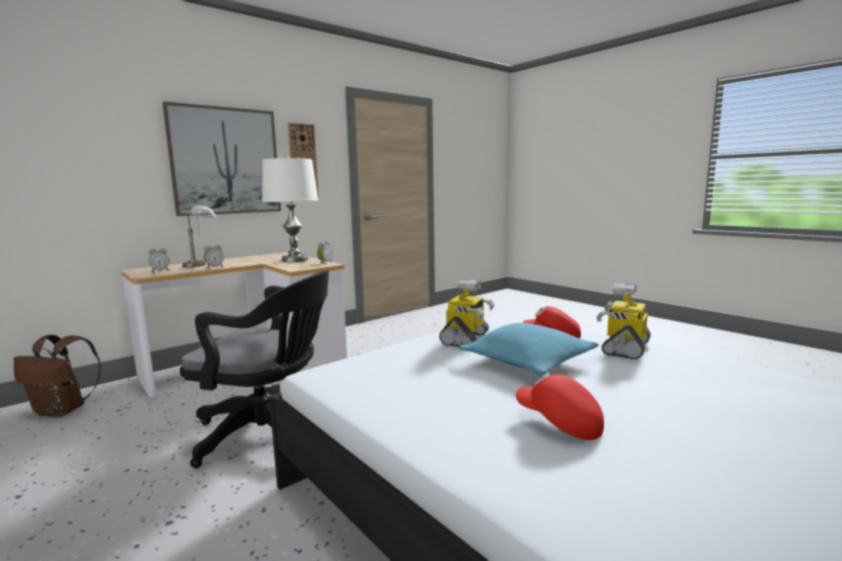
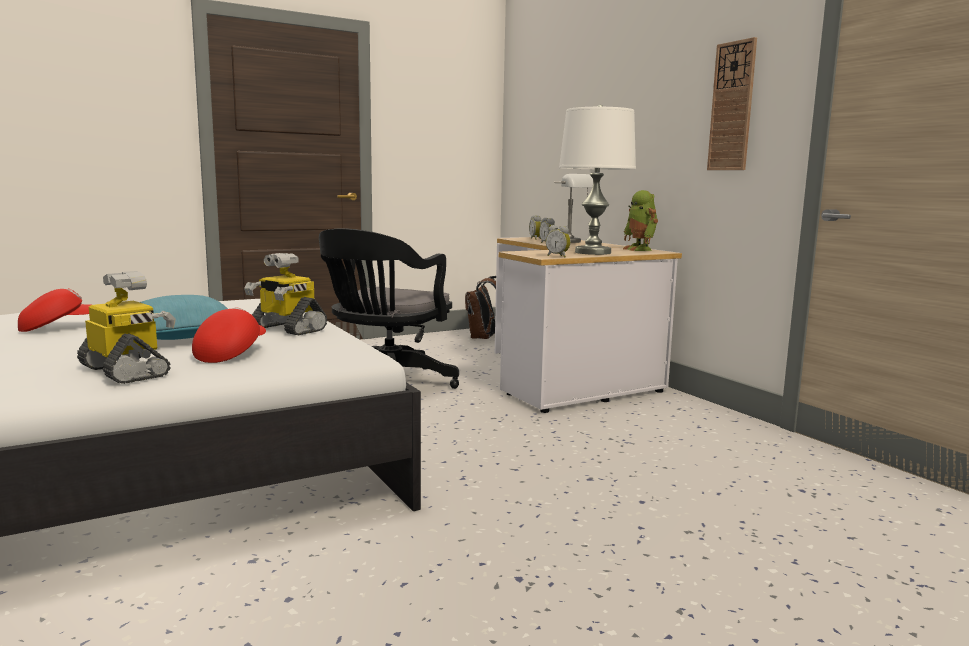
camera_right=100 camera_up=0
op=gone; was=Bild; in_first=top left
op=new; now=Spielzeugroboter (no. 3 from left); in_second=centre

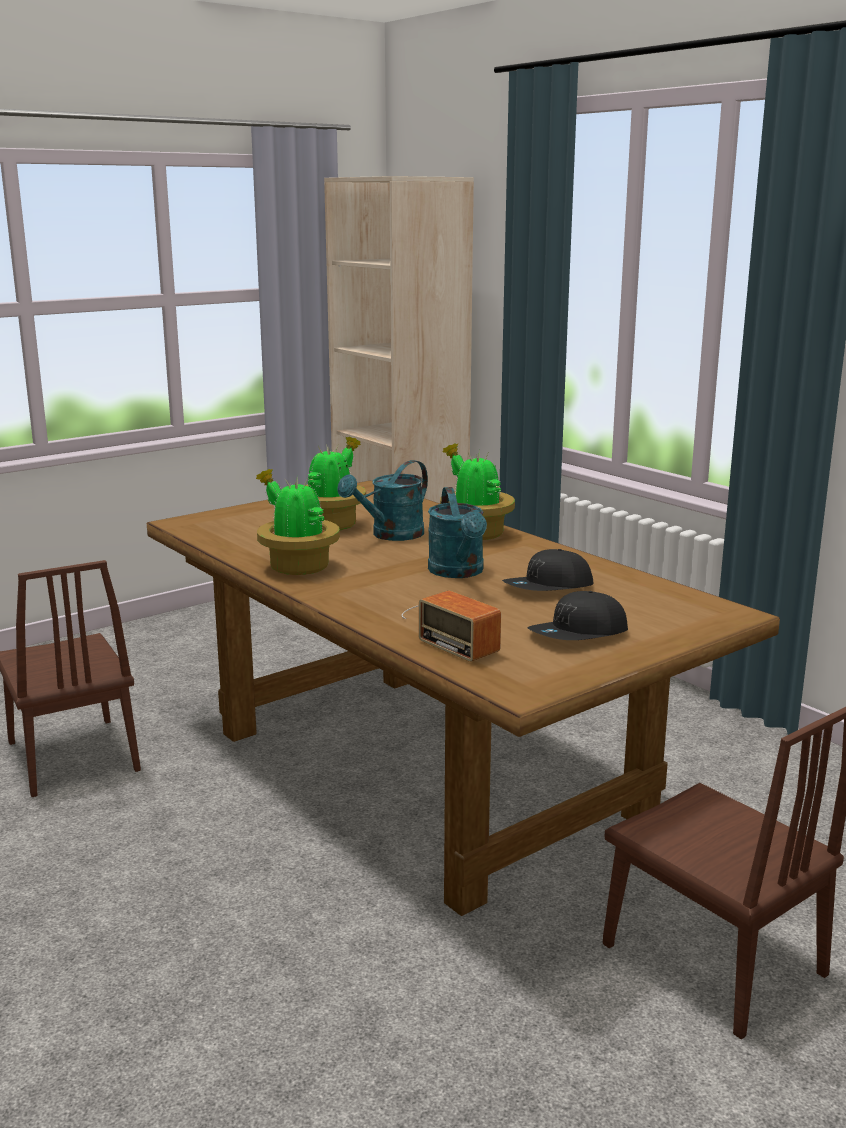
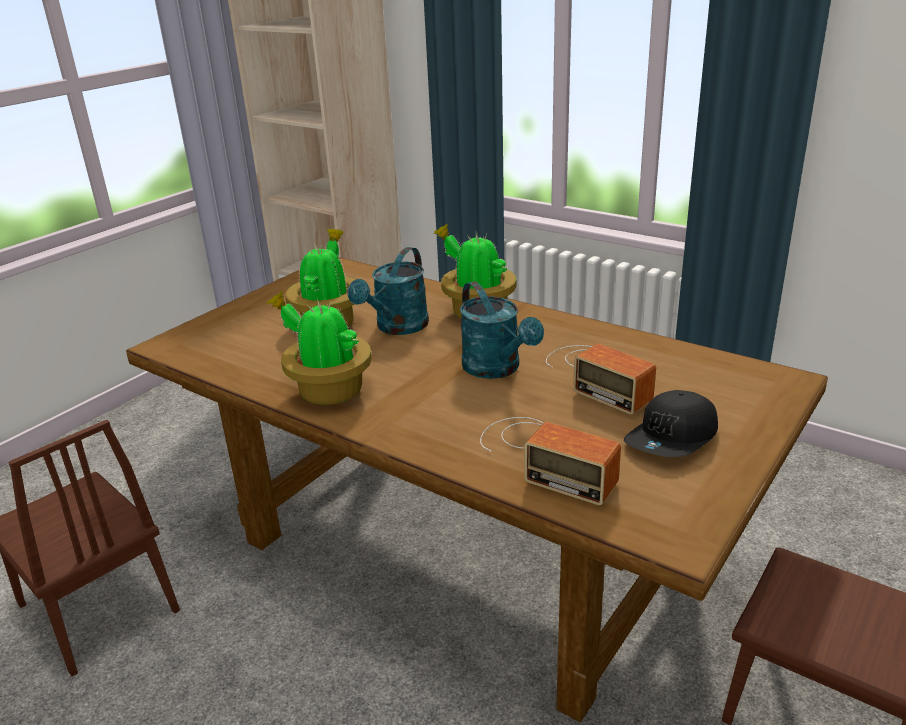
camera_right=-15 camera_up=10
op=swapped; was=Kappe [schwarz] (no. 1 from left); now=Radio (no. 2 from left); in_first=centre; in_second=centre

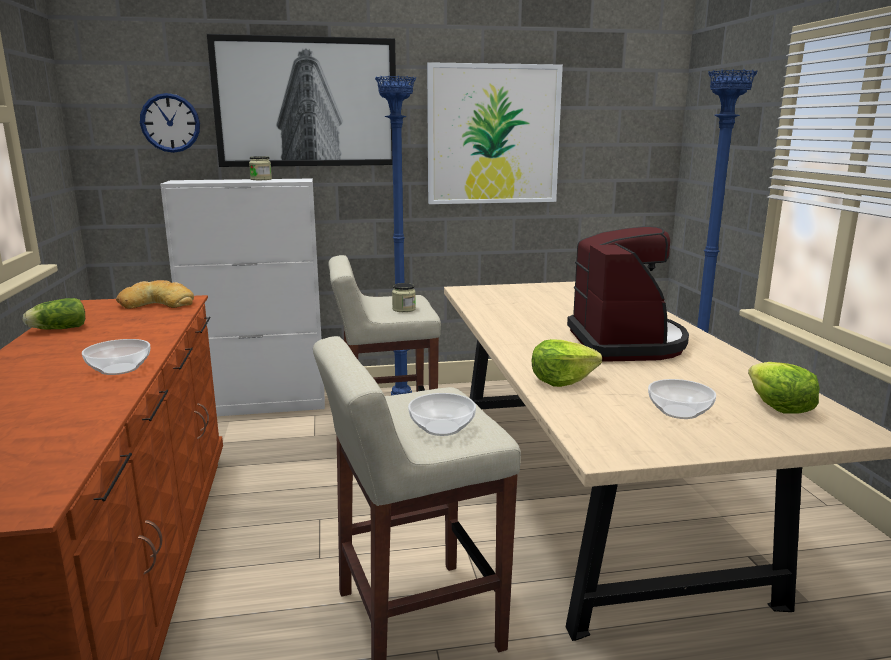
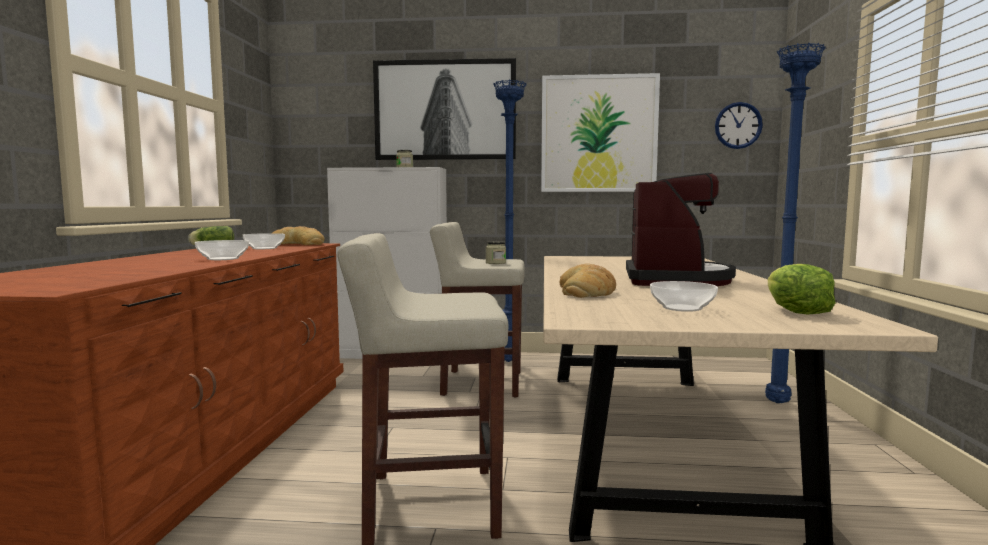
camera_right=15 camera_up=-10
op=shifted; was=Wanduhr; in_first=top left; in_second=top right
op=swapped; was=Salatkopf (no. 2 from left); now=Brot (no. 2 from left); in_first=centre; in_second=centre
op=shifted; was=Schüssel (no. 2 from left); in_first=centre; in_second=middle left

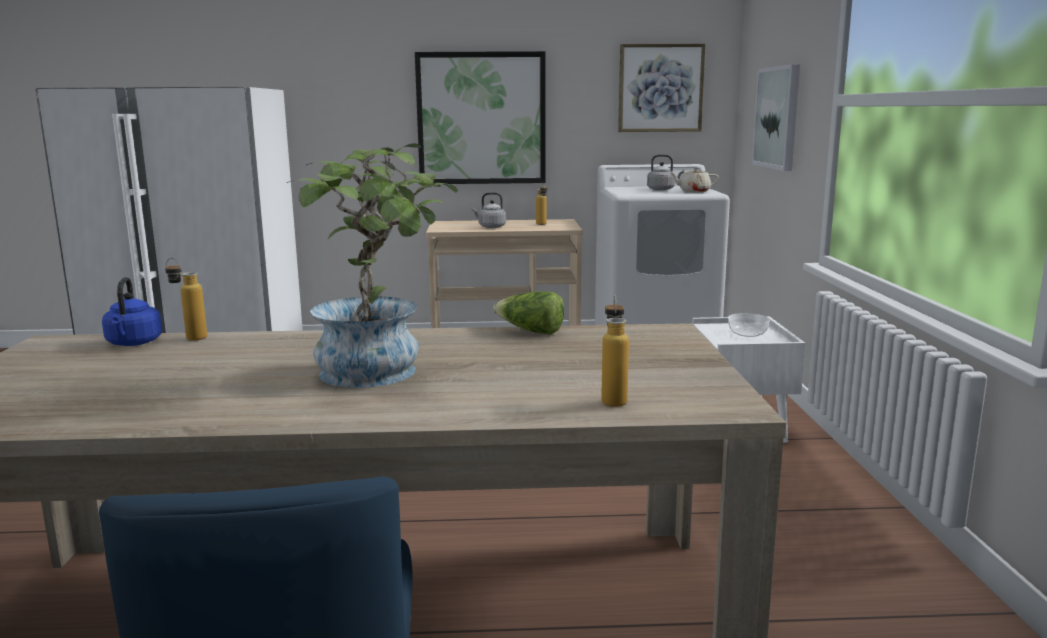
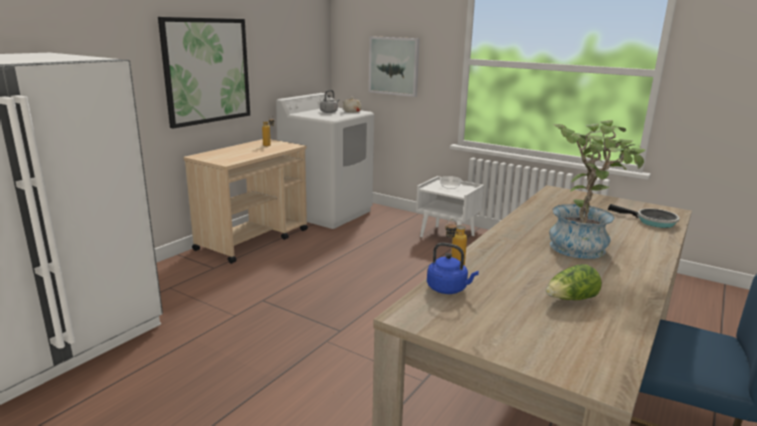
camera_right=-55 camera_up=5
op=gone; was=Bild (no. 2 from left); in_first=top centre
op=gone; was=Wasserkessel [grau] (no. 1 from left); in_first=top centre
op=shifted; was=Salatkopf; in_first=centre; in_second=middle right
op=swapped; was=Flasche (no. 3 from left); now=Pfanne; in_first=centre; in_second=middle right

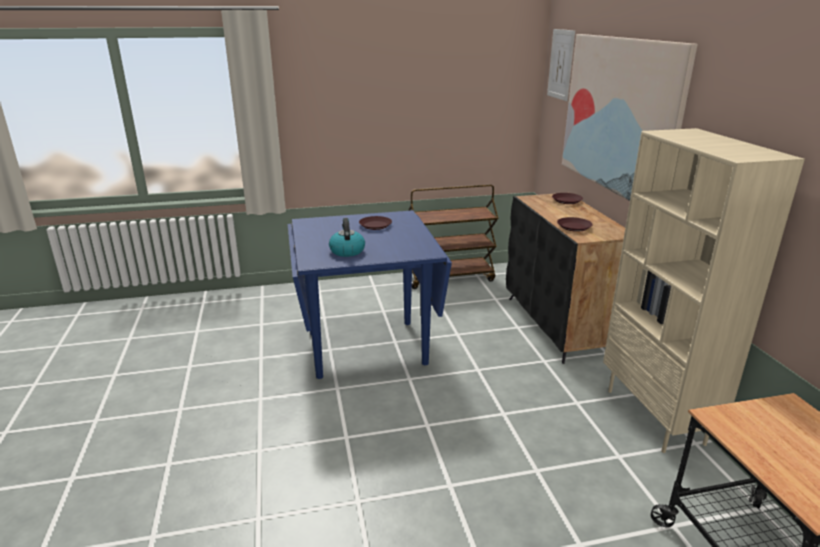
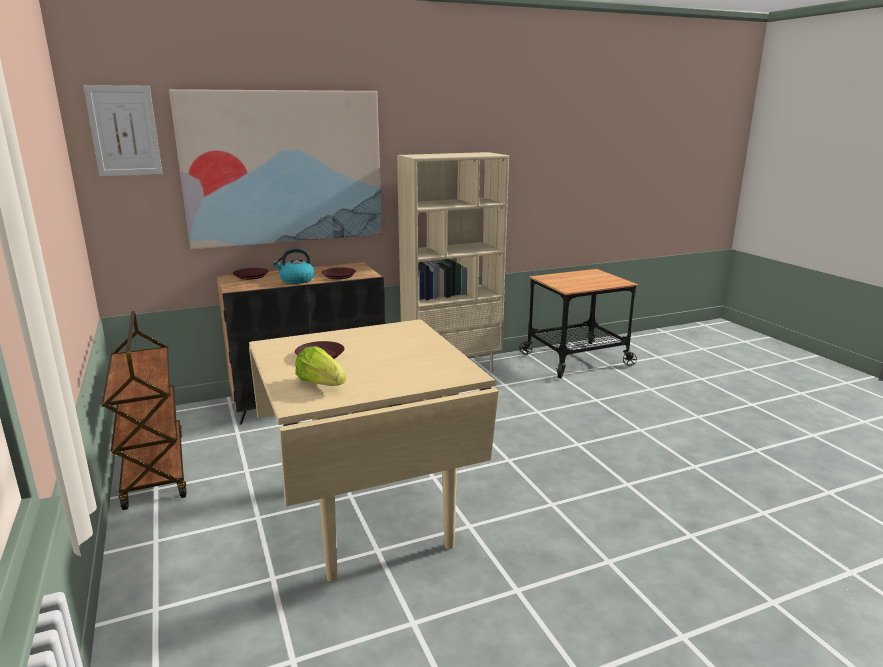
camera_right=-100 camera_up=-5
op=repainted; was=Esstisch [blau]; now=Esstisch [beige]; in_first=centre; in_second=bottom centre
op=shifted; was=Wasserkessel; in_first=centre; in_second=middle left
op=new; now=Salatkopf; in_second=centre

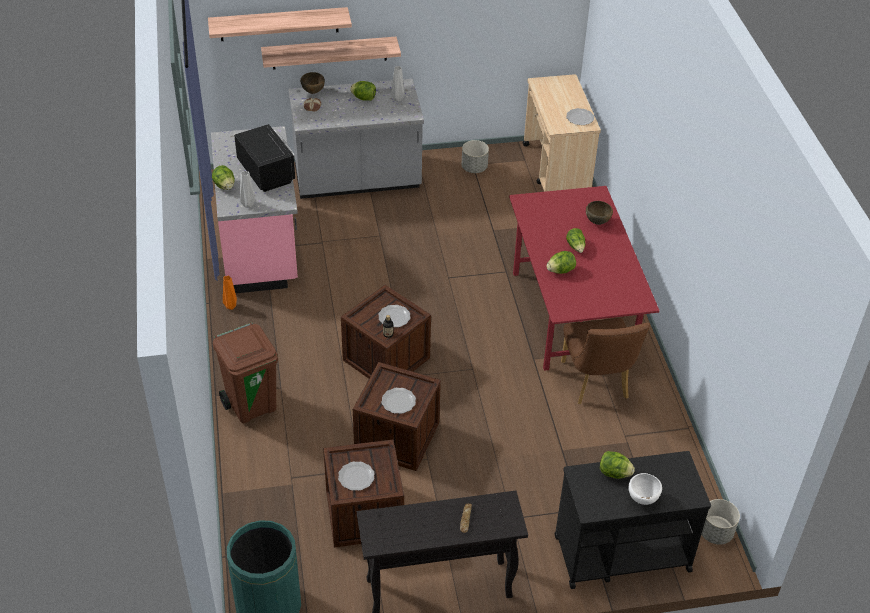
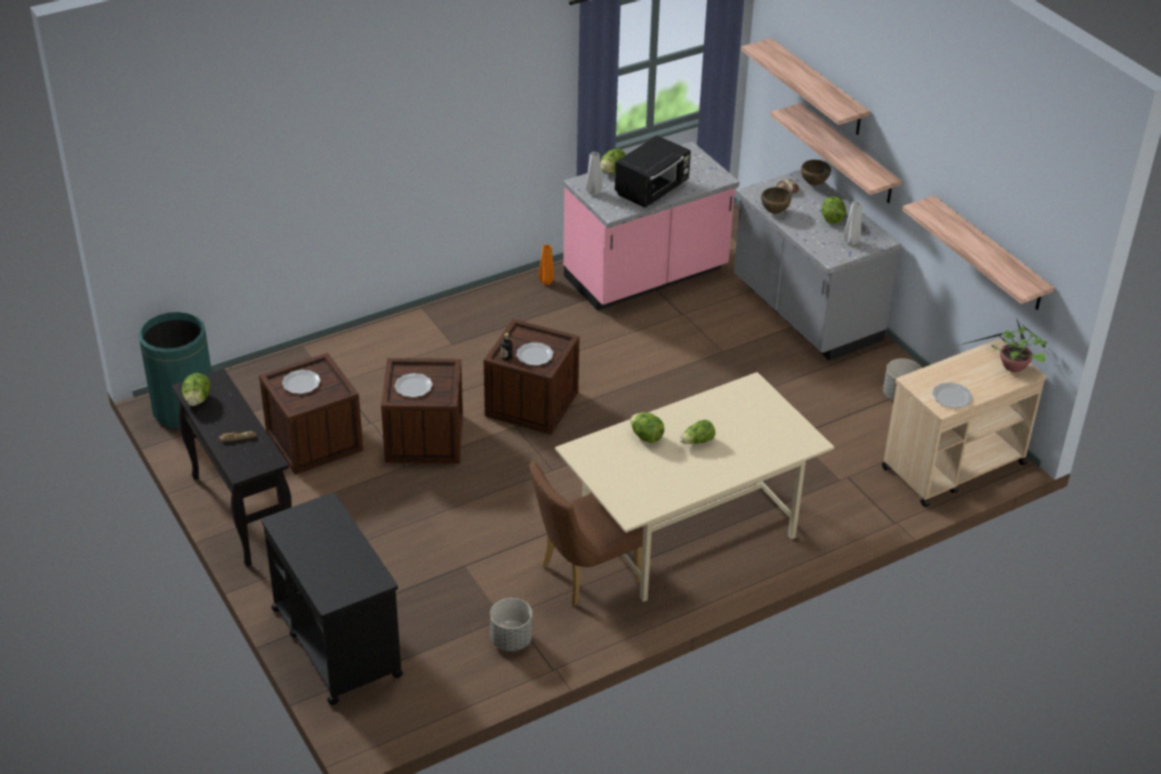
camera_right=70 camera_up=-5
op=repainted; was=Esstisch [rot]; now=Esstisch [beige]; in_first=middle right; in_second=centre
op=shifted; was=Schüssel [braun] (no. 2 from left in the first image); now=Schüssel [braun] (no. 1 from left); in_first=middle right; in_second=top right
op=gone; was=Mülleimer [braun]; in_first=middle left
op=shifted; was=Salatkopf (no. 5 from left in the first image); now=Salatkopf (no. 1 from left); in_first=bottom right; in_second=middle left
op=gone; was=Schüssel [weiß]; in_first=bottom right
op=shifted; was=Pflanzkübel [grau] (no. 2 from left in the first image); now=Pflanzkübel [grau] (no. 1 from left); in_first=bottom right; in_second=bottom centre
op=new; now=Wandregal (no. 3 from left); in_second=top right
op=new; now=Topfpflanze; in_second=middle right

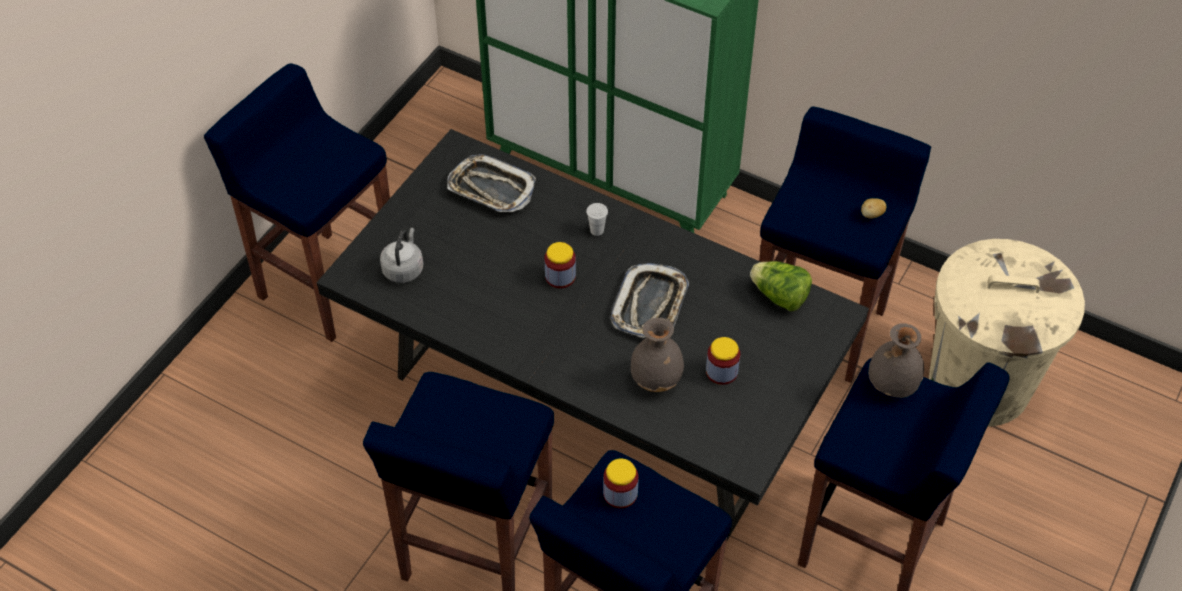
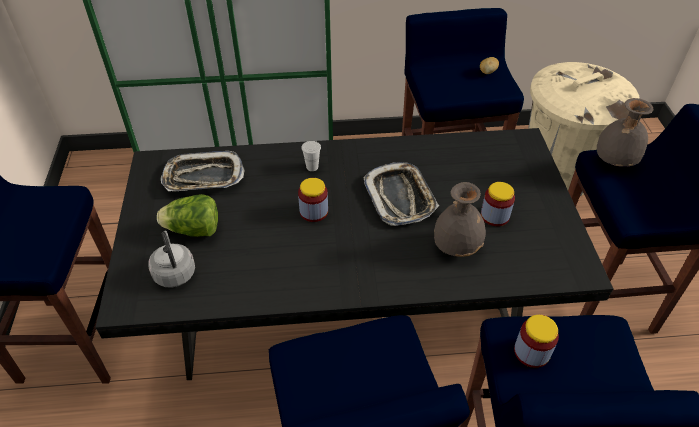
camera_right=-35 camera_up=-5
op=shifted; was=Salatkopf; in_first=centre; in_second=middle left

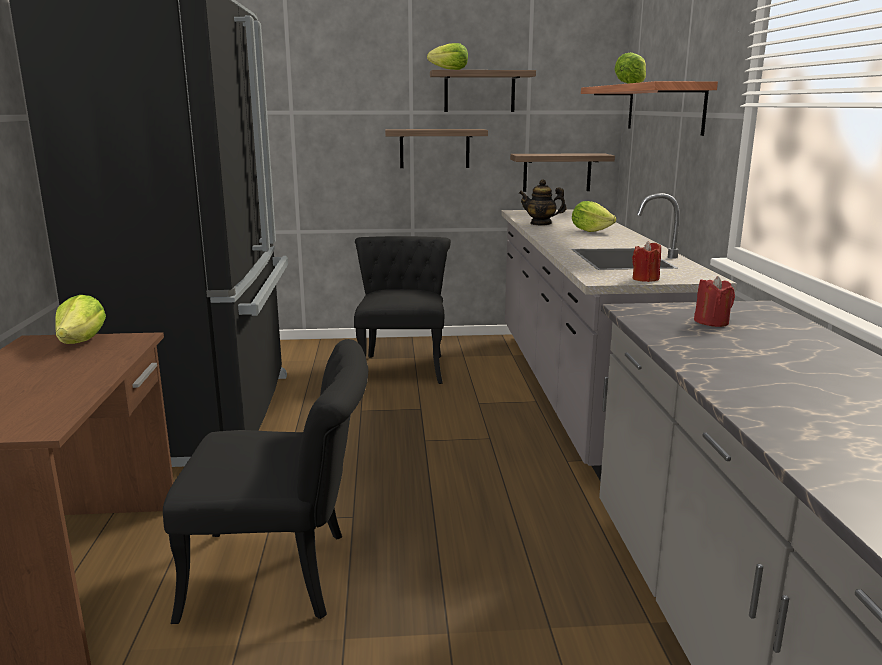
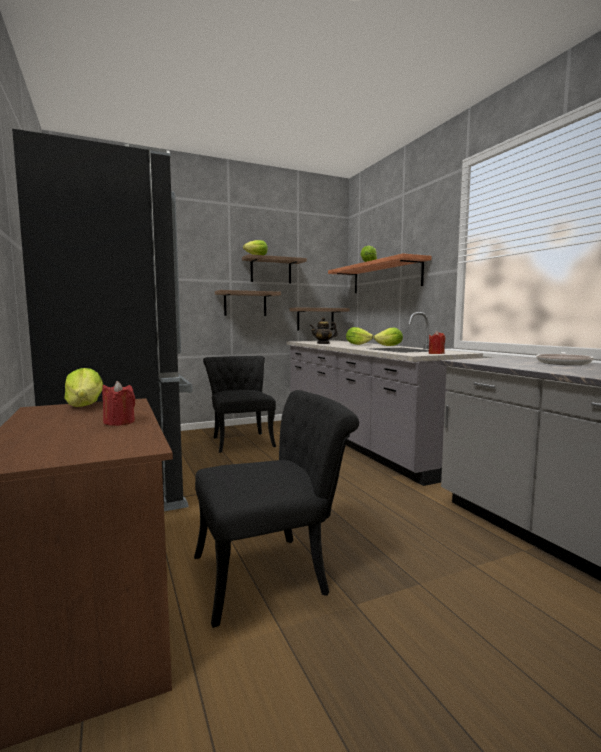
camera_right=-20 camera_up=-10
op=shifted; was=Kerze [rot] (no. 2 from left in the first image); now=Kerze [rot] (no. 1 from left); in_first=middle right; in_second=middle left
op=new; now=Salatkopf (no. 5 from left); in_second=centre
op=new; now=Pfanne; in_second=middle right

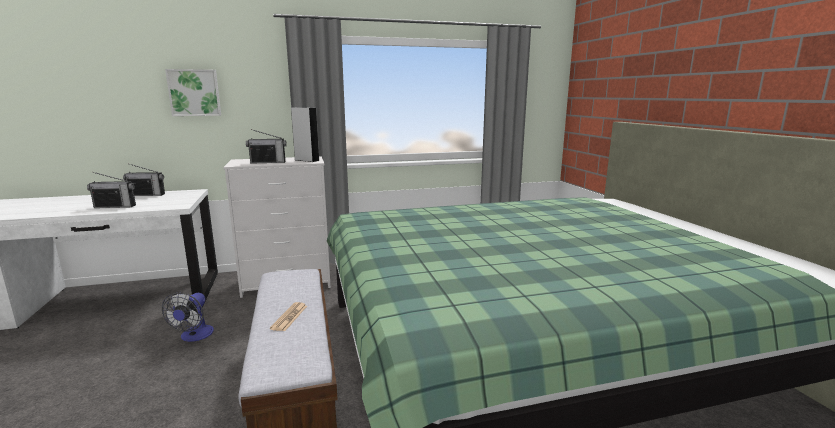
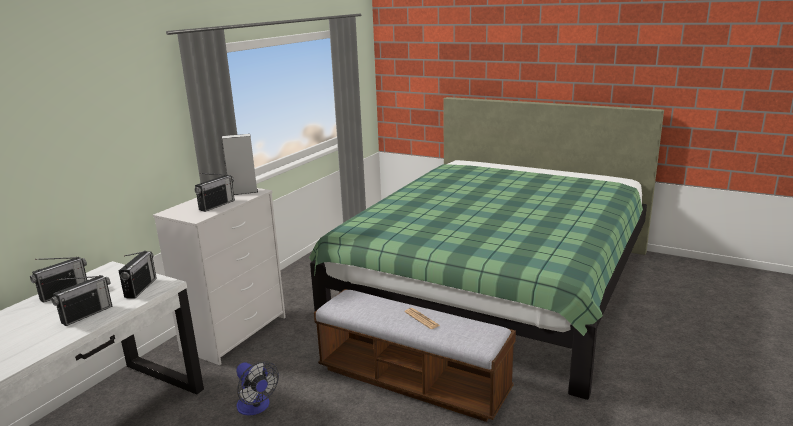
camera_right=-45 camera_up=5
op=gone; was=Bild; in_first=top left
op=new; now=Radio (no. 3 from left); in_second=middle left

